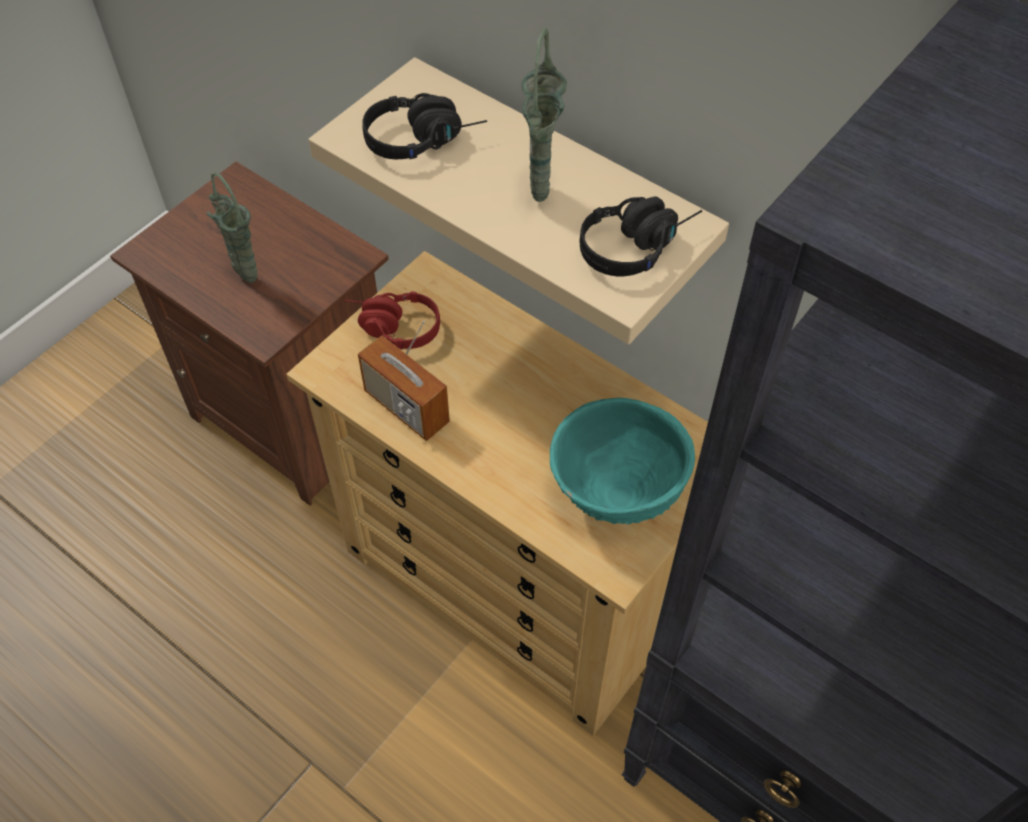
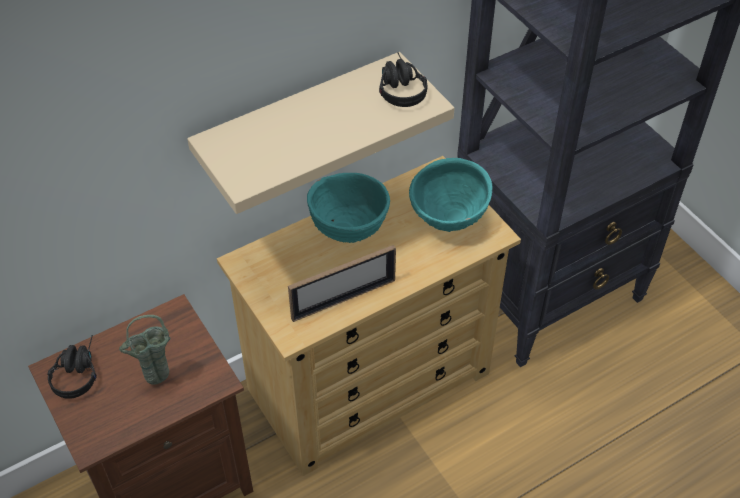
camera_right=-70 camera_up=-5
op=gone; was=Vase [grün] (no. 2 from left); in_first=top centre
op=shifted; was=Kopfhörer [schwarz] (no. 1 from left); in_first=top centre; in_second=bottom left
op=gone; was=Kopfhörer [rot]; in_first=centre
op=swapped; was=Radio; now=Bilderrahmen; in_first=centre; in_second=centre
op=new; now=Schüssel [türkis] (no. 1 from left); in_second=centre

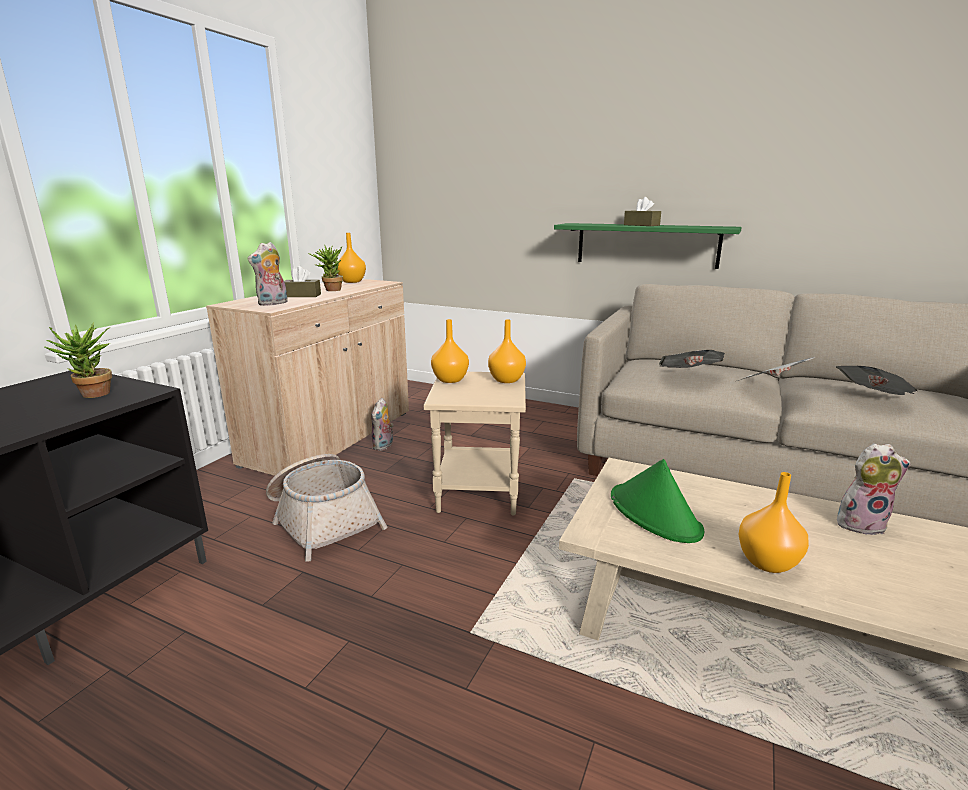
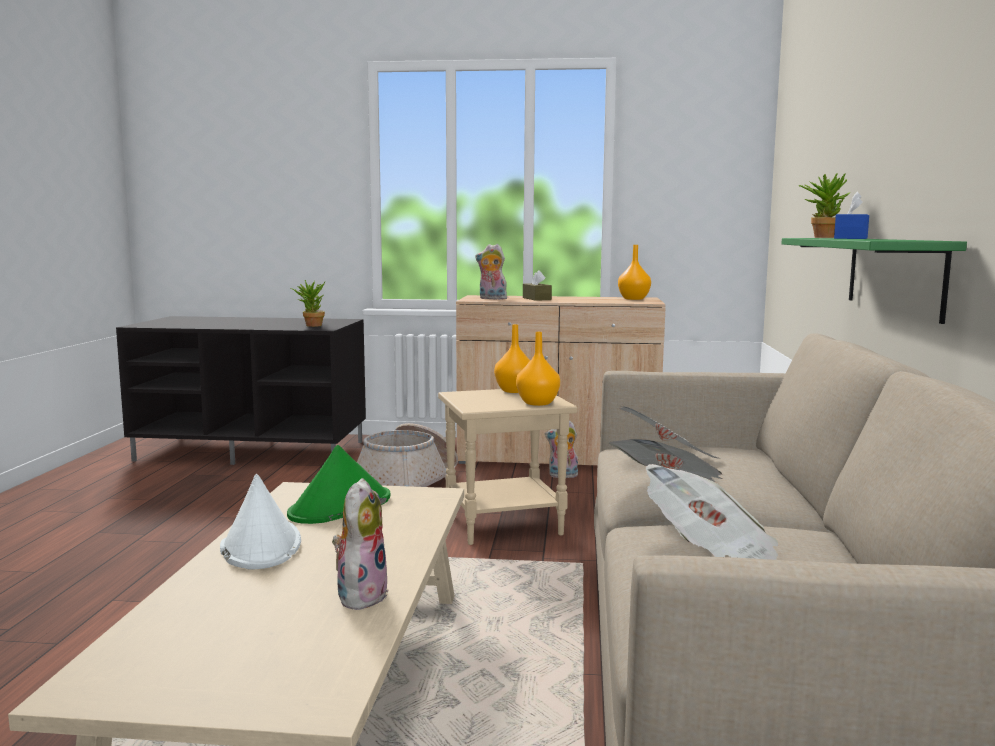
camera_right=70 camera_up=-10
op=repainted; was=Taschentuchbox [braun] (no. 2 from left); now=Taschentuchbox [blau]; in_first=top centre; in_second=top right
op=shifted; was=Topfpflanze (no. 2 from left); in_first=centre; in_second=top right
op=rotated; was=Plüschtier (no. 3 from left in the first image); in_first=middle right; in_second=bottom centre; clockwise=-150
op=swapped; was=Vase [orange] (no. 4 from left); now=Hut [weiß]; in_first=middle right; in_second=bottom left

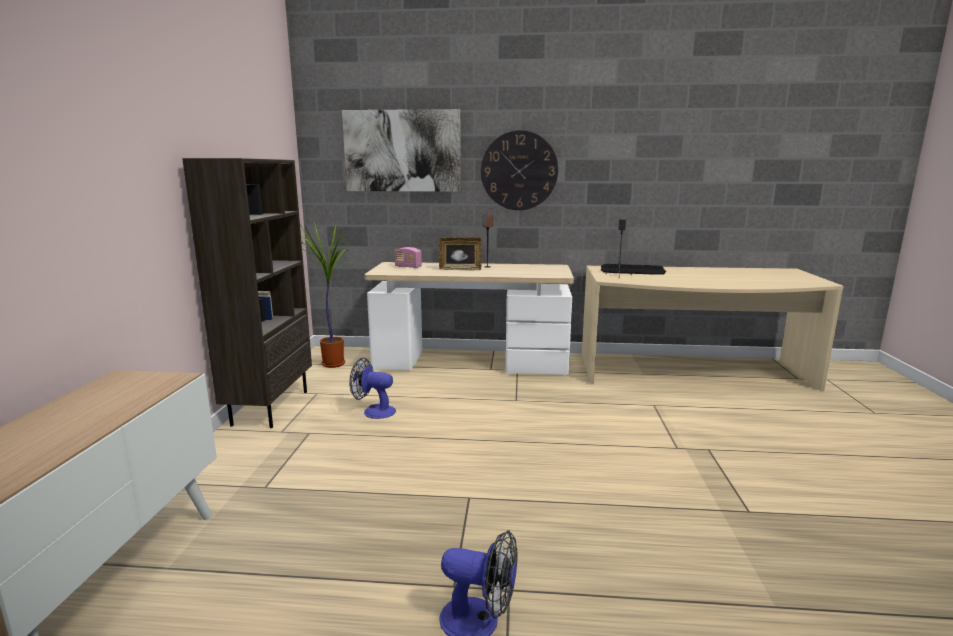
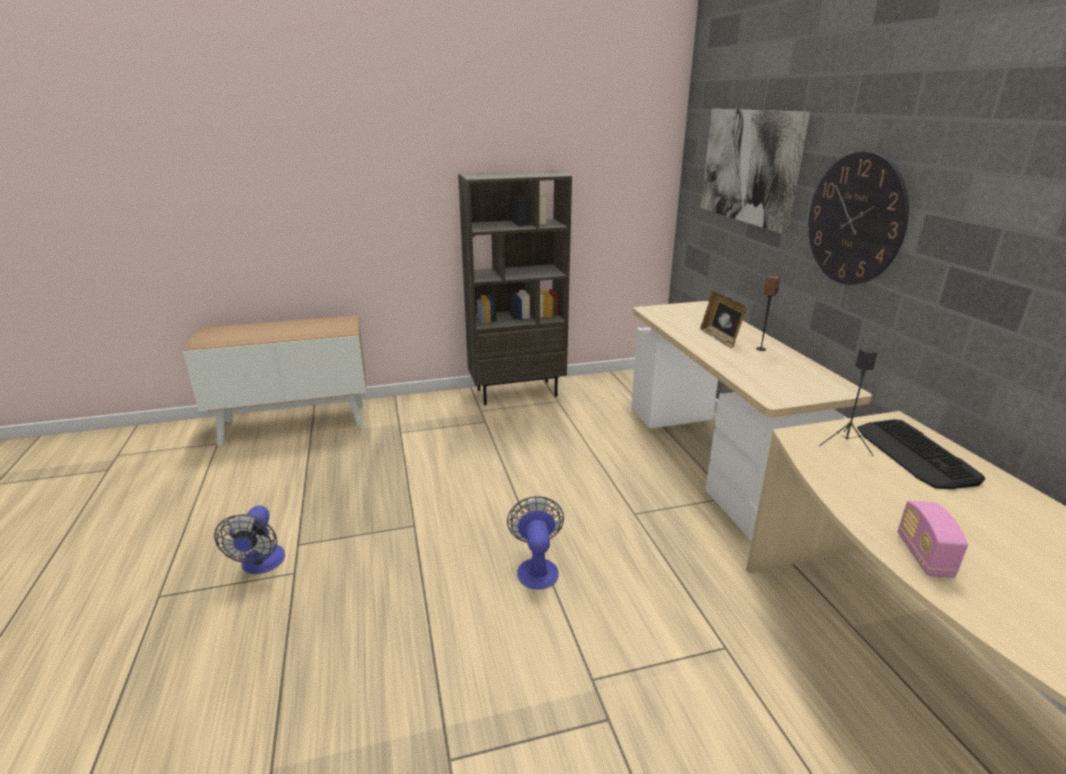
camera_right=70 camera_up=10
op=gone; was=Topfpflanze; in_first=centre
op=shifted; was=Radio; in_first=centre; in_second=bottom right
op=shifted; was=Ventilator (no. 1 from left in the first image); now=Ventilator (no. 2 from left); in_first=centre; in_second=bottom centre

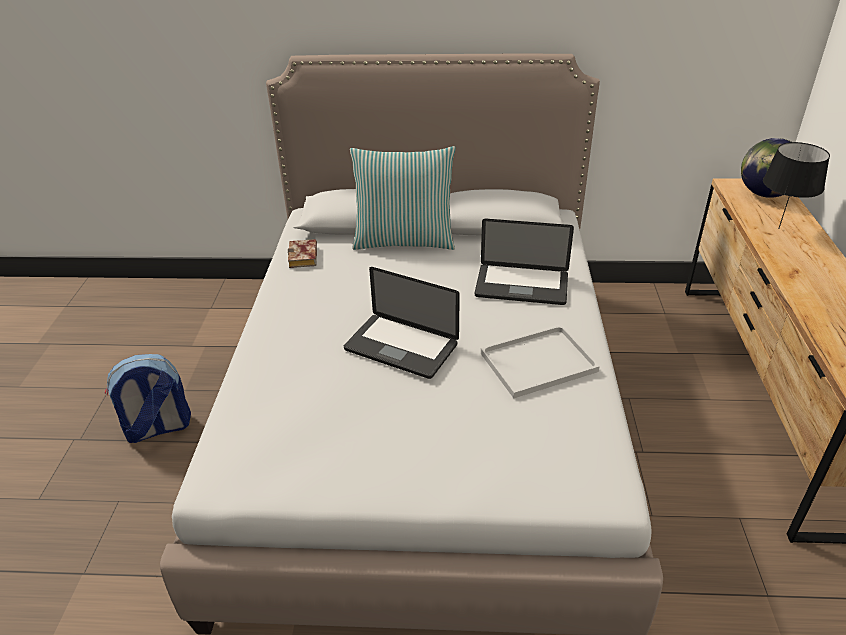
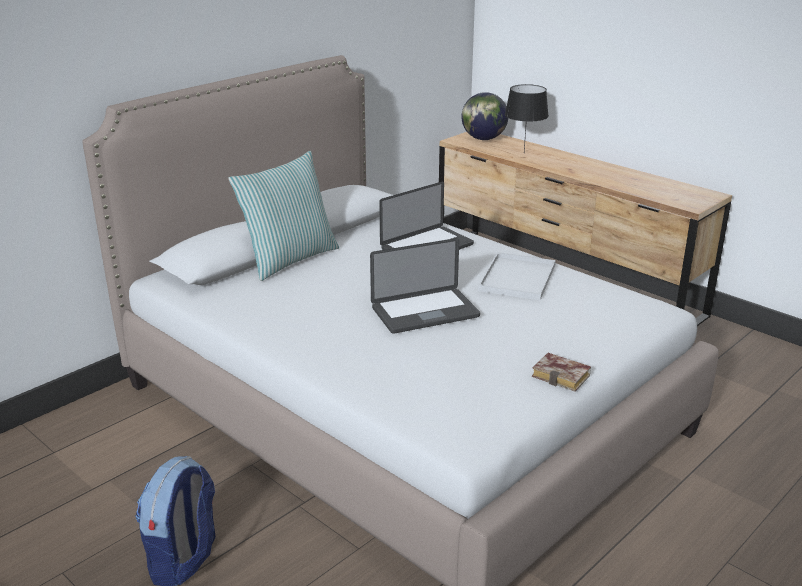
camera_right=-50 camera_up=-10
op=shifted; was=Buch; in_first=centre; in_second=middle right

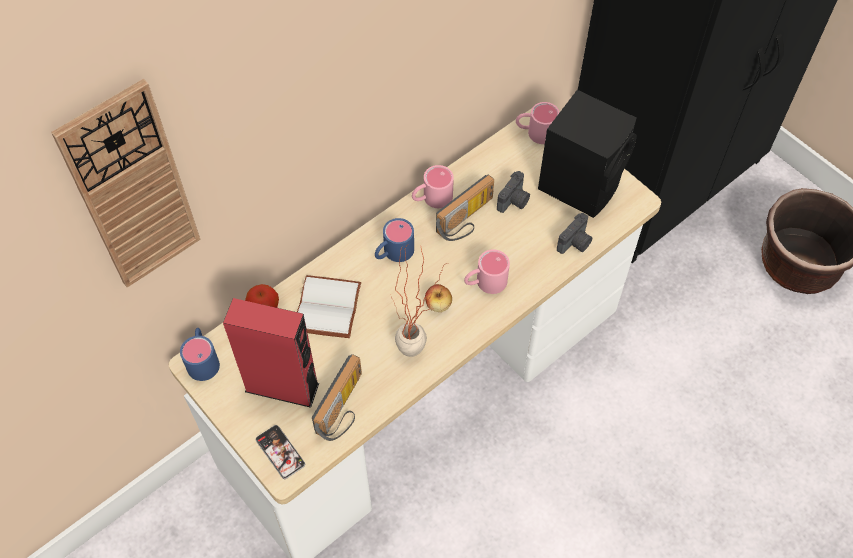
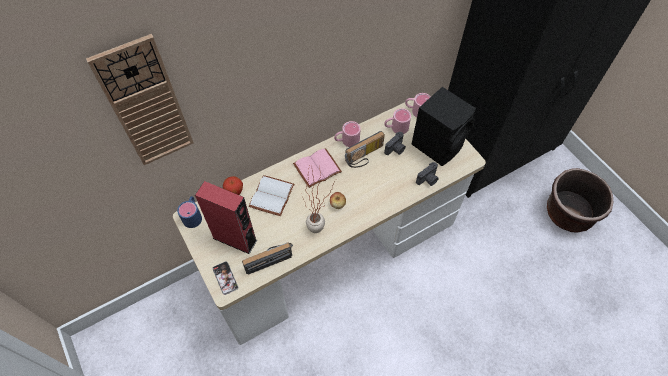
camera_right=10 camera_up=0
op=swapped; was=Henkelbecher [blau] (no. 2 from left); now=Buch [rosa]; in_first=centre; in_second=centre
op=shifted; was=Henkelbecher [rosa] (no. 2 from left); in_first=centre; in_second=top centre
op=rotated; was=Radio (no. 1 from left); in_first=bottom centre; in_second=bottom centre; clockwise=-150

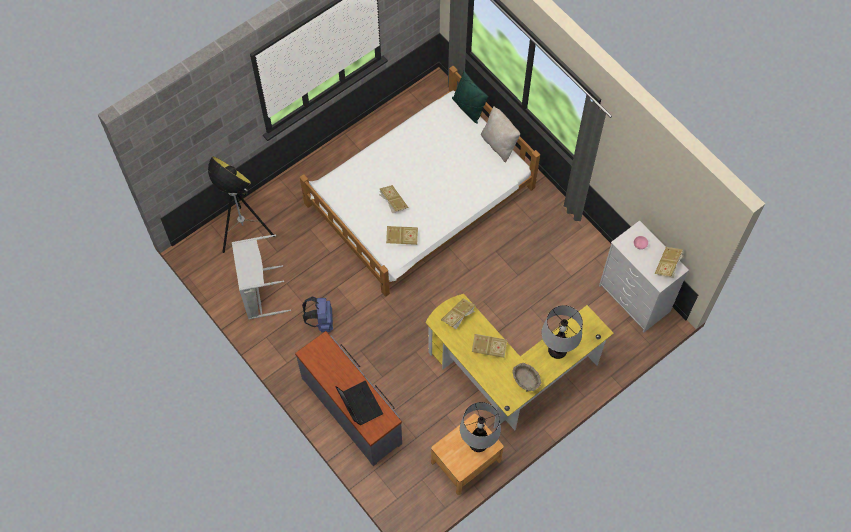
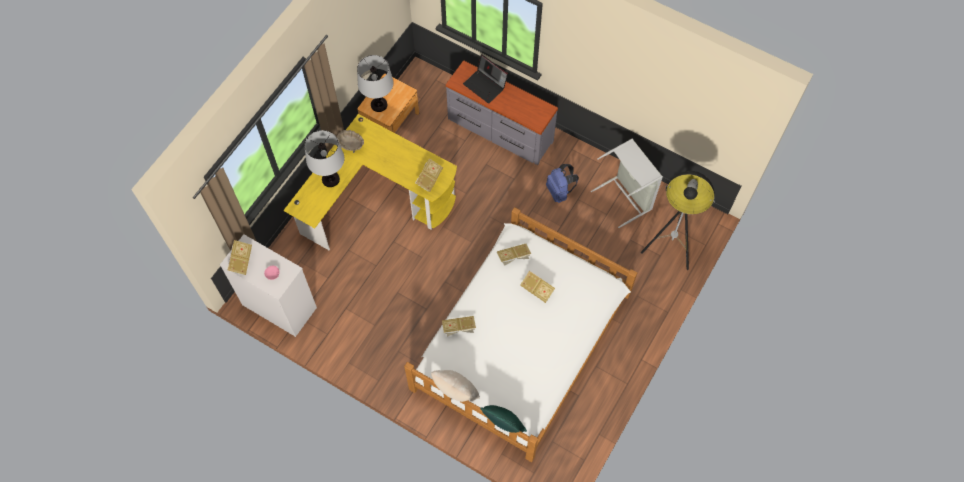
camera_right=160 camera_up=0
op=shifted; was=Buch (no. 4 from left in the first image); now=Buch (no. 3 from left); in_first=centre; in_second=bottom centre

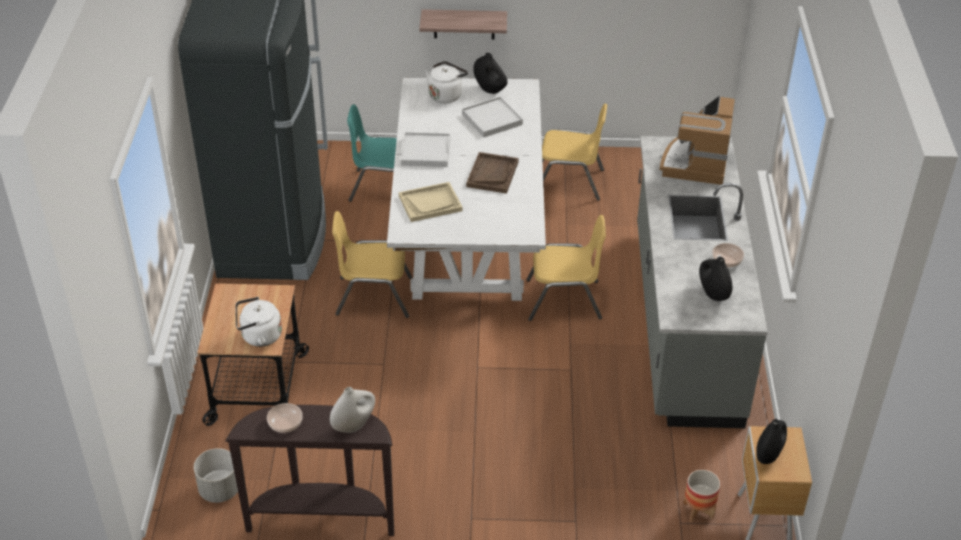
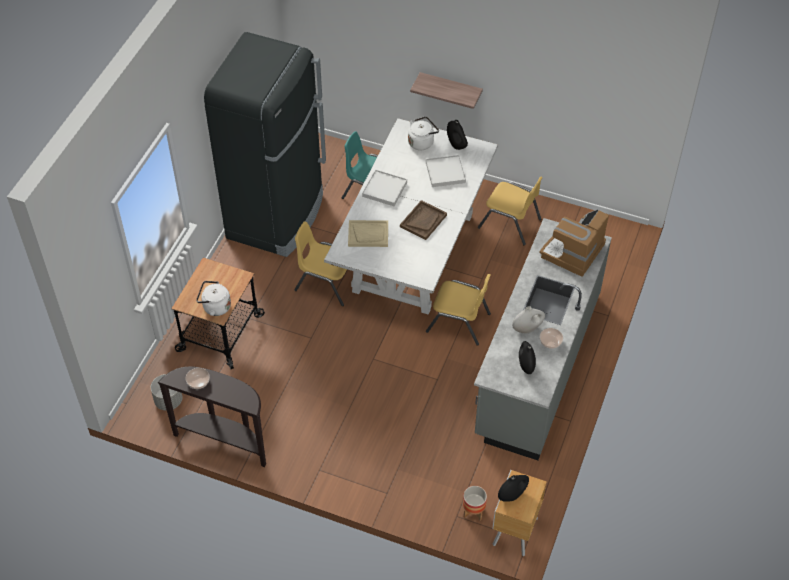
camera_right=20 camera_up=10
op=shifted; was=Vase [weiß]; in_first=bottom centre; in_second=middle right

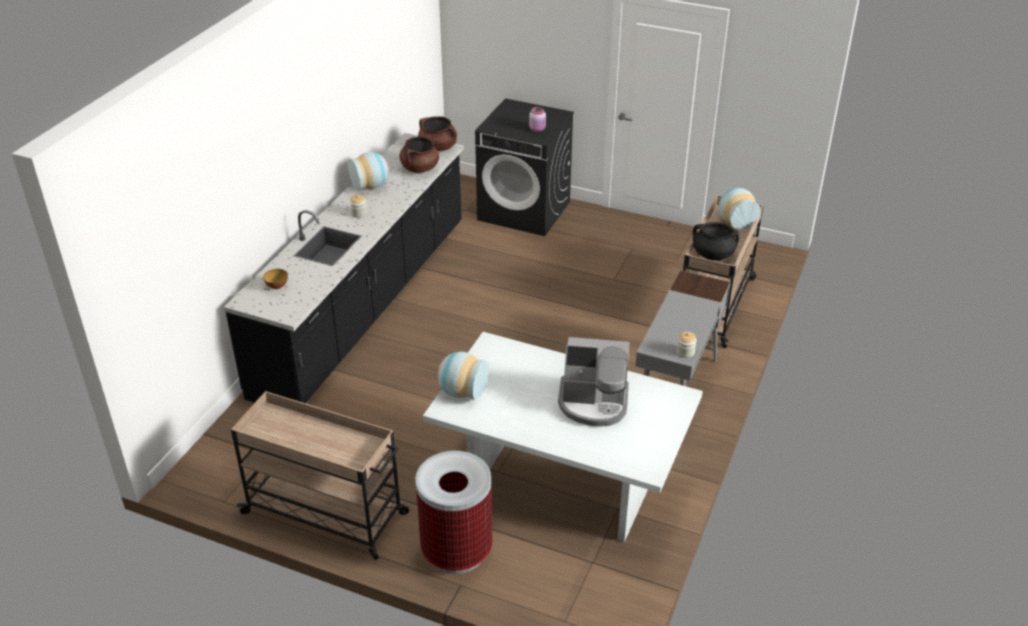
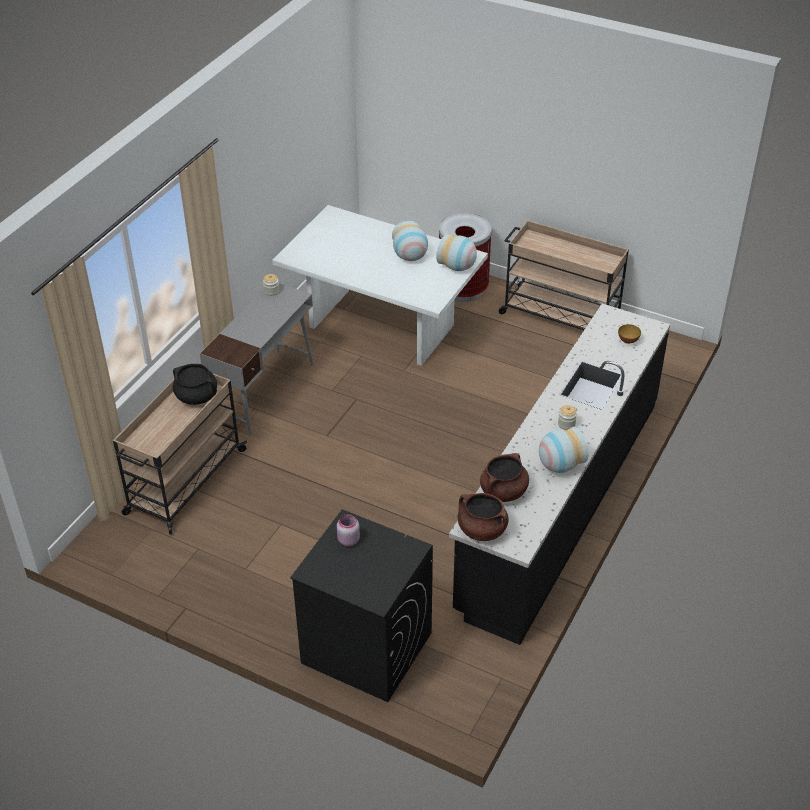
camera_right=-175 camera_up=5
op=shifted; was=Vase (no. 3 from left in the first image); now=Vase (no. 1 from left); in_first=top right; in_second=top centre
op=gone; was=Kaffeemaschine; in_first=centre

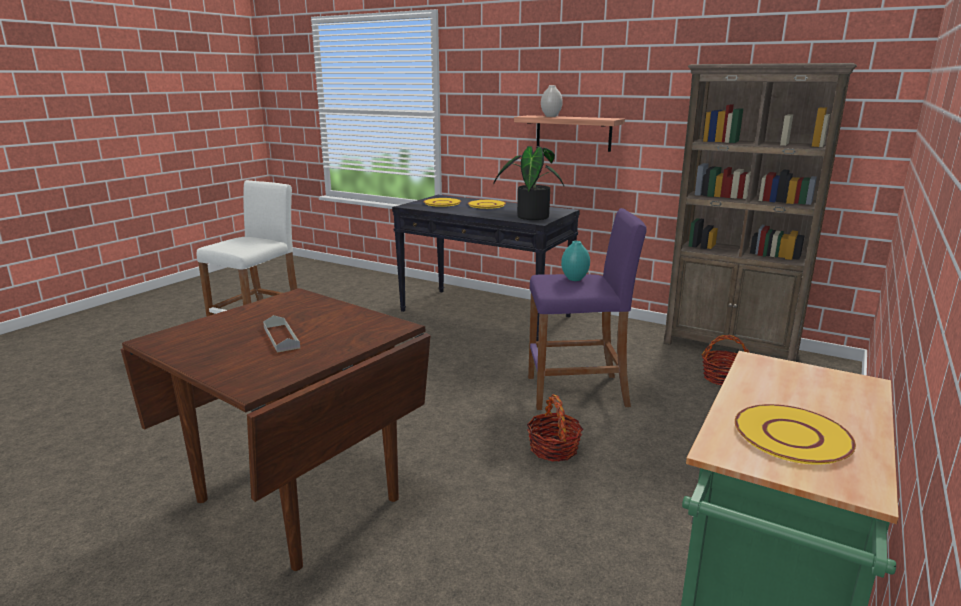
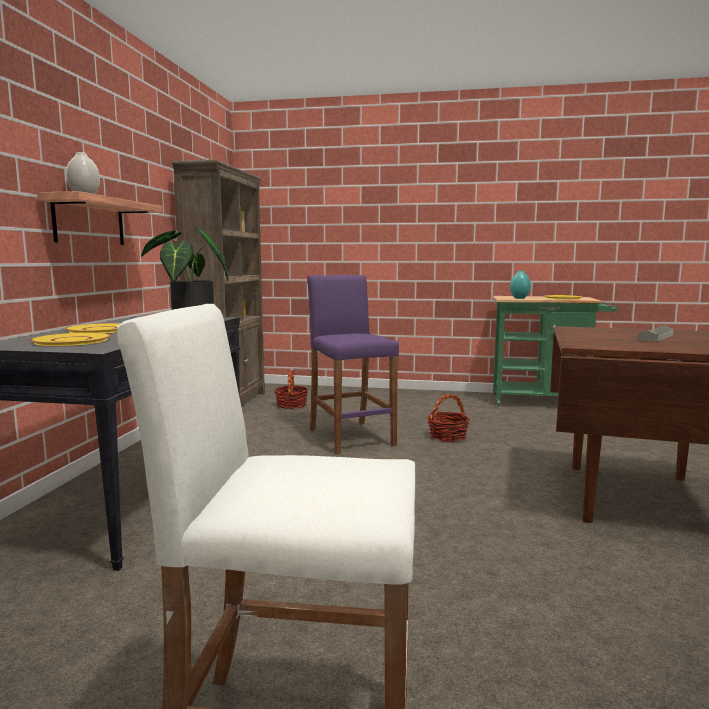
camera_right=-110 camera_up=-10
op=shifted; was=Vase [türkis]; in_first=centre; in_second=middle right

